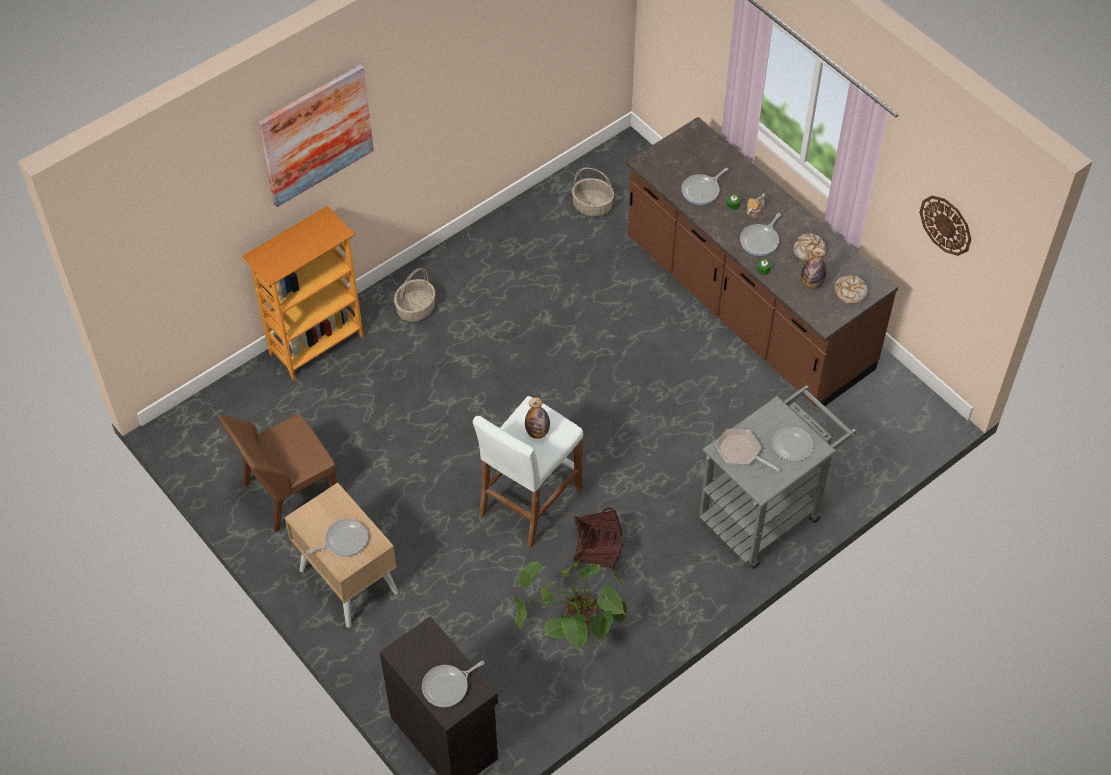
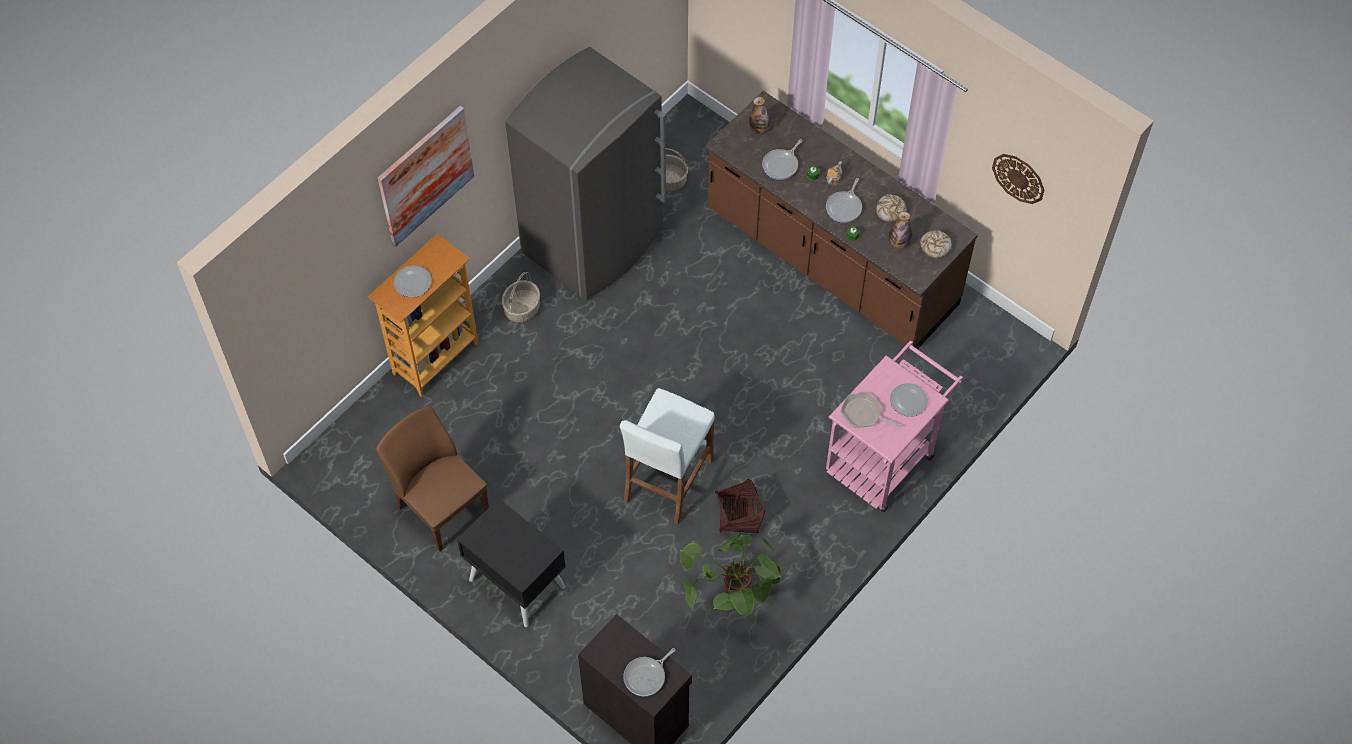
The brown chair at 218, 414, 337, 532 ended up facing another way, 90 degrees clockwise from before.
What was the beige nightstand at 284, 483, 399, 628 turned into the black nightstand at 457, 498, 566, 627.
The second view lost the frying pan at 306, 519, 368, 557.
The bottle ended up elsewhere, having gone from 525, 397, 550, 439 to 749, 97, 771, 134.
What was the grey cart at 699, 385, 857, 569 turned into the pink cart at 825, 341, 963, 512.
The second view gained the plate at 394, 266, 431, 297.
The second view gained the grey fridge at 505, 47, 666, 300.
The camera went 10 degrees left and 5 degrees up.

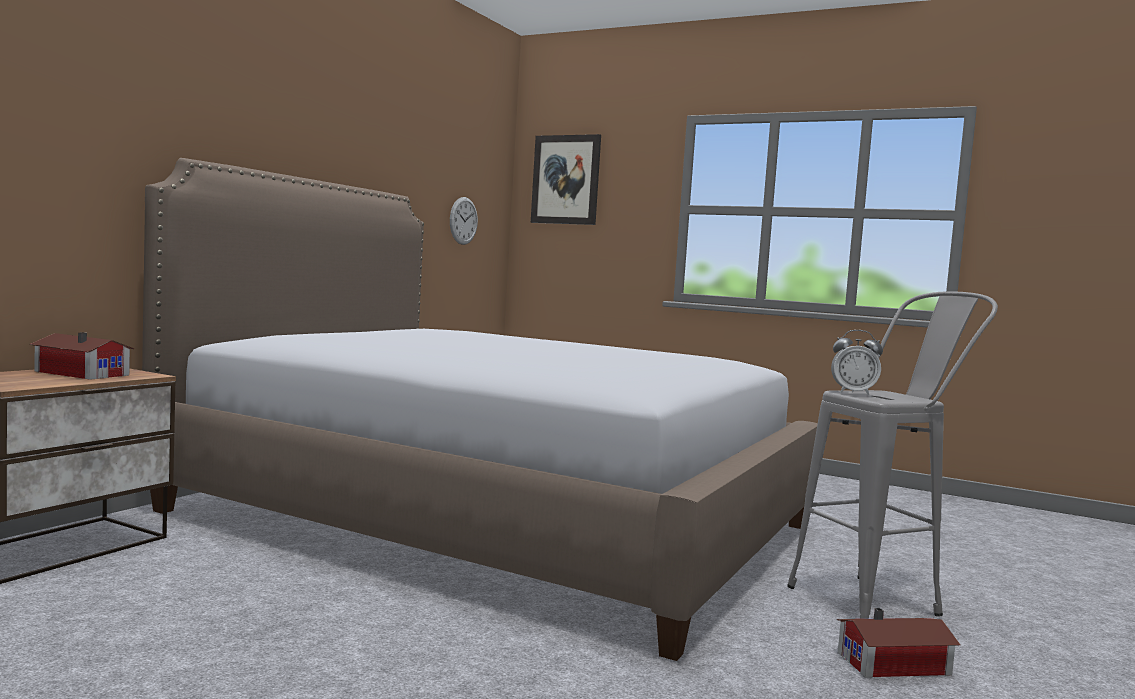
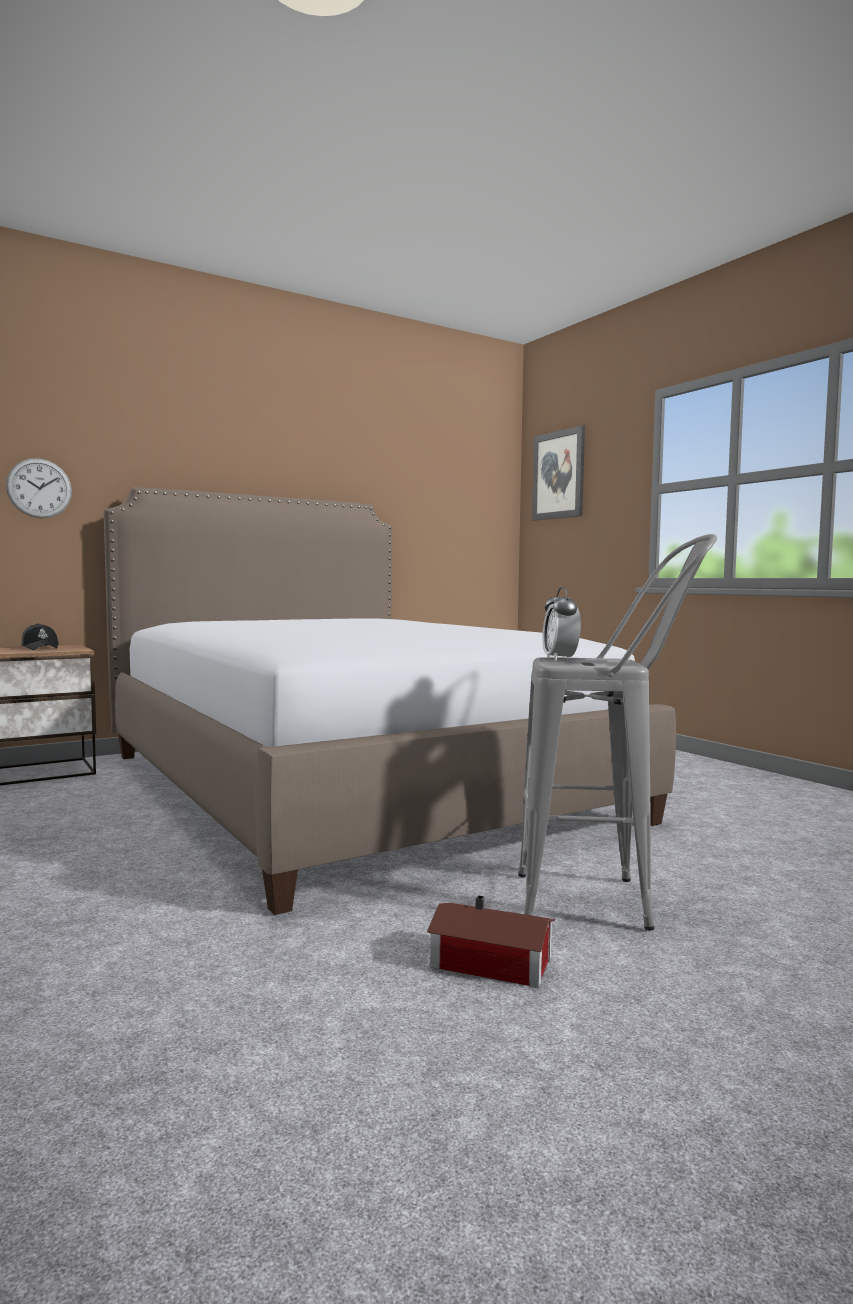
Where the toy house stood at 30, 332, 134, 380, the black cap came to stand at 21, 624, 59, 650.
The wall clock ended up elsewhere, having gone from 450, 197, 478, 245 to 6, 458, 72, 518.
The alarm clock at 831, 330, 883, 395 ended up facing another way, 45 degrees clockwise from before.
The camera went 30 degrees right and 0 degrees up.

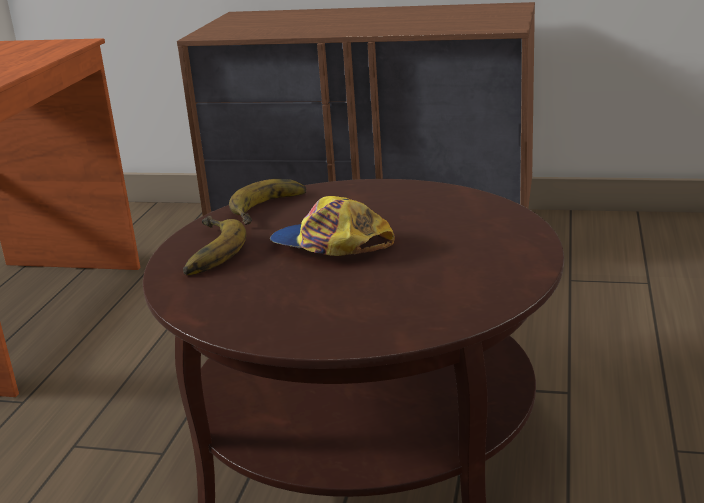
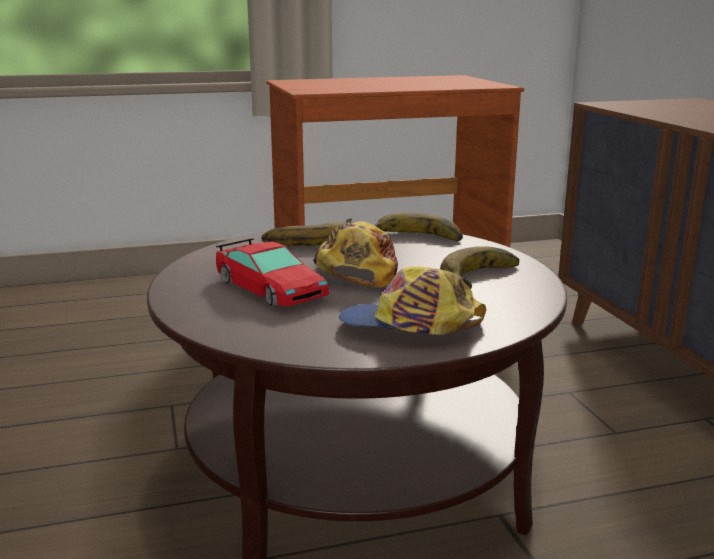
The second view gained the toy car at 216, 238, 329, 307.
The second view gained the cap at 339, 267, 487, 335.
The second view gained the banana at 440, 246, 519, 289.
The camera went 60 degrees right and 5 degrees down.

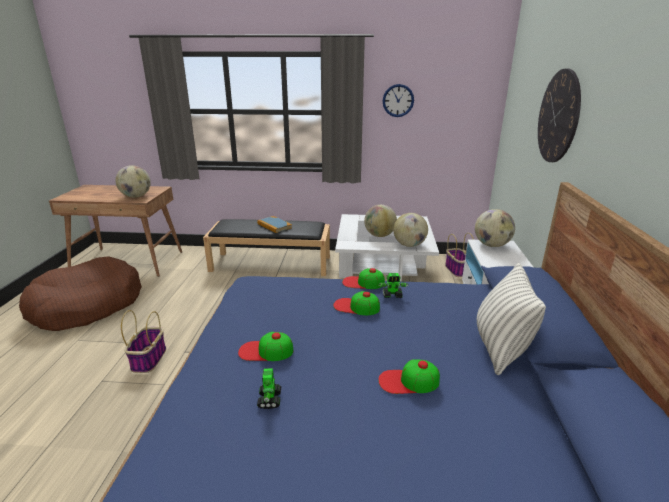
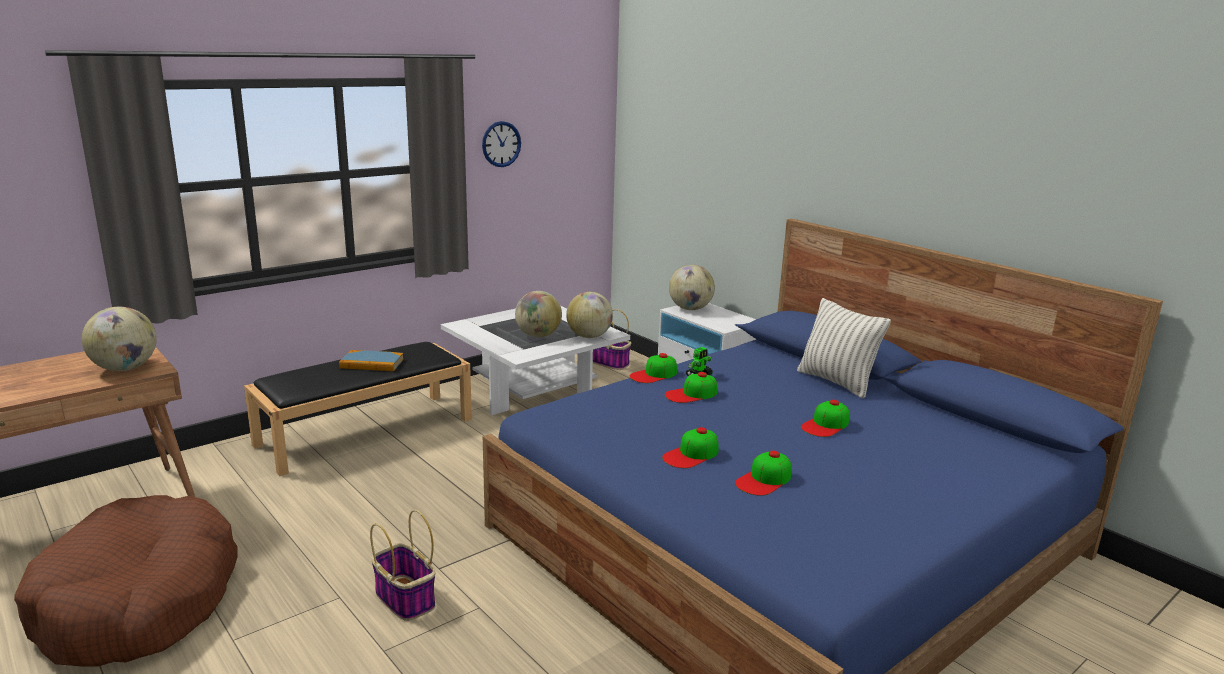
Where the toy robot stood at 257, 368, 281, 409, the cap came to stand at 735, 451, 792, 496.
The second view lost the wall clock at 538, 69, 581, 162.
The camera went 45 degrees left and 5 degrees down.

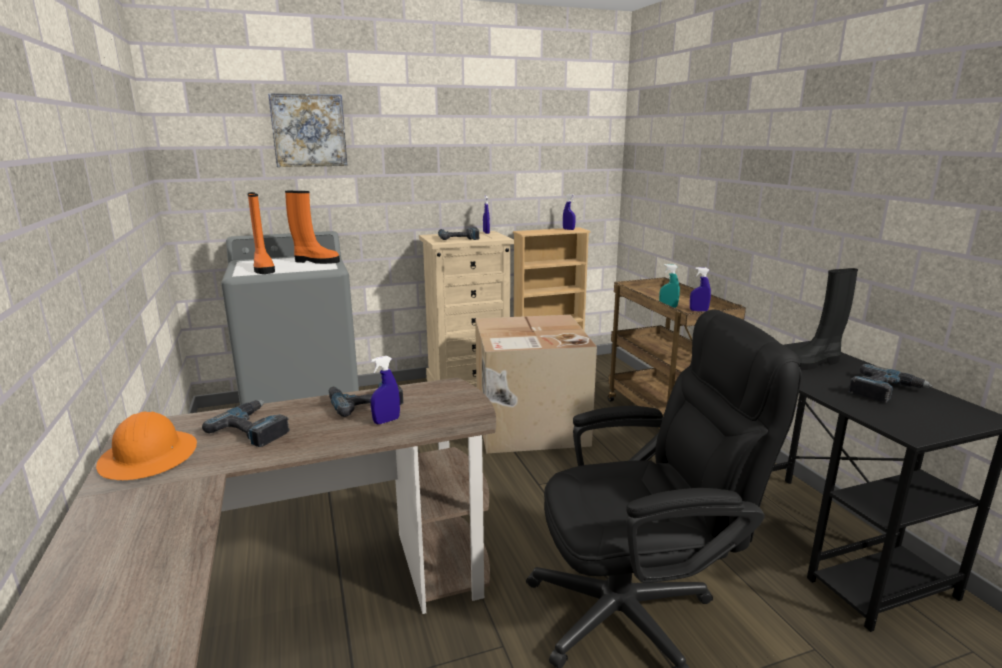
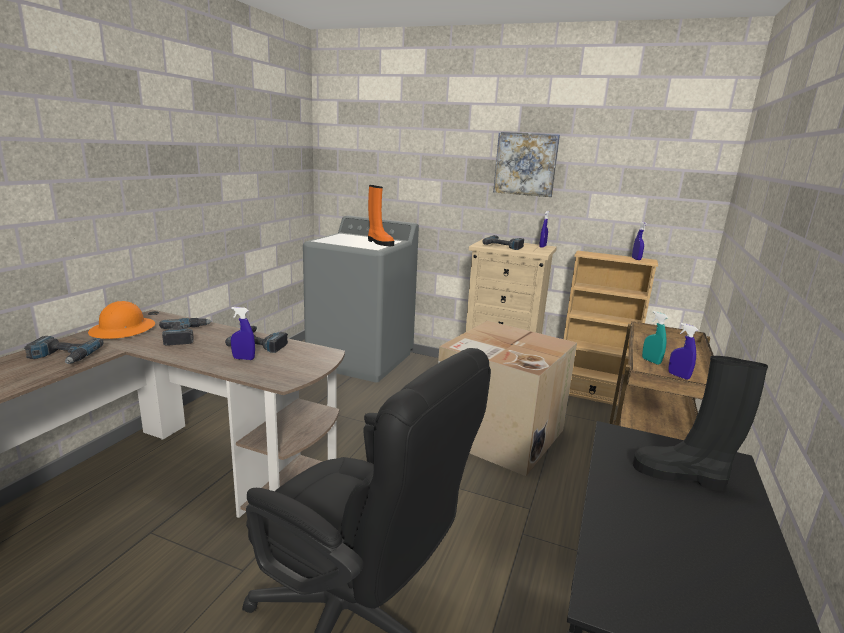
The second view lost the orange boot at 248, 192, 275, 274.
The picture ended up elsewhere, having gone from 268, 93, 348, 167 to 493, 132, 560, 197.
The power drill ended up elsewhere, having gone from 849, 364, 932, 403 to 24, 336, 104, 364.
The camera went 40 degrees right and 0 degrees up.

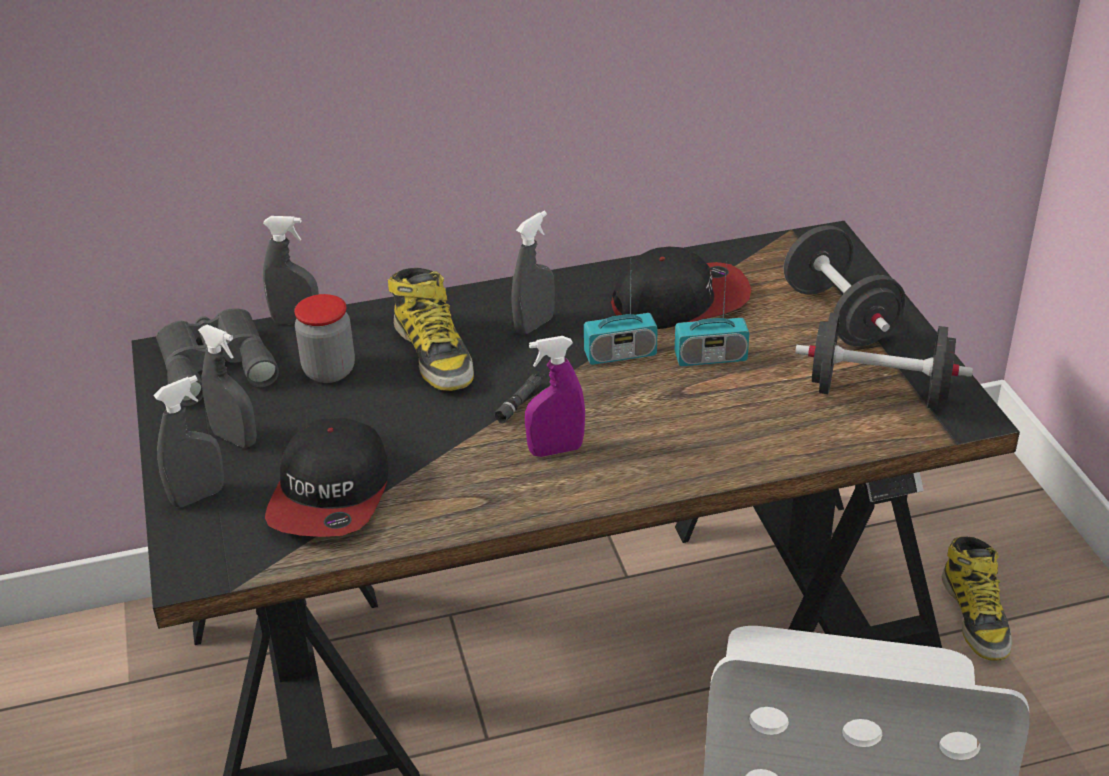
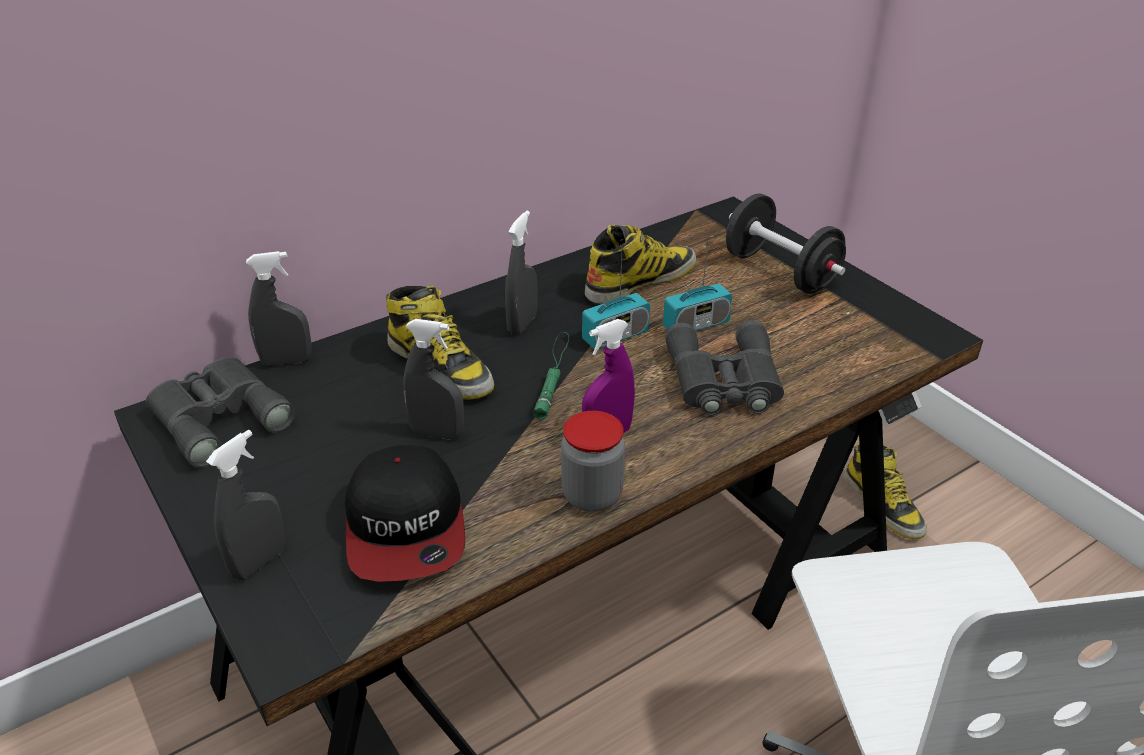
The grey spray bottle ended up elsewhere, having gone from 198, 325, 257, 447 to 403, 319, 464, 440.
The jar ended up elsewhere, having gone from 294, 294, 355, 383 to 561, 411, 625, 512.
What was the black flashlight at 494, 346, 573, 423 turned into the green flashlight at 533, 332, 569, 420.
Where the cap stood at 611, 247, 751, 329, the boot came to stand at 585, 224, 697, 304.
The second view lost the black dumbbell at 795, 312, 973, 409.
The second view gained the grey binoculars at 665, 320, 784, 415.
The camera went 20 degrees left and 0 degrees up.

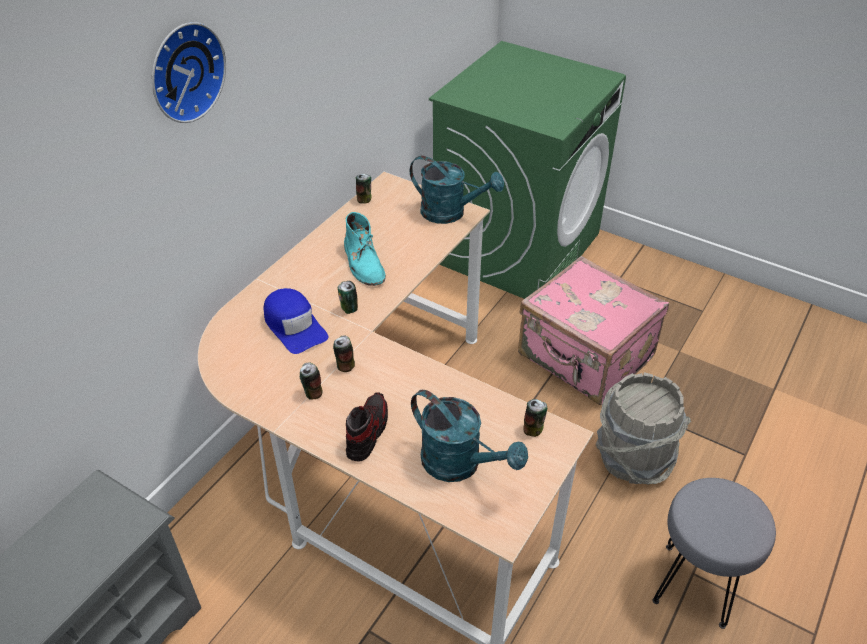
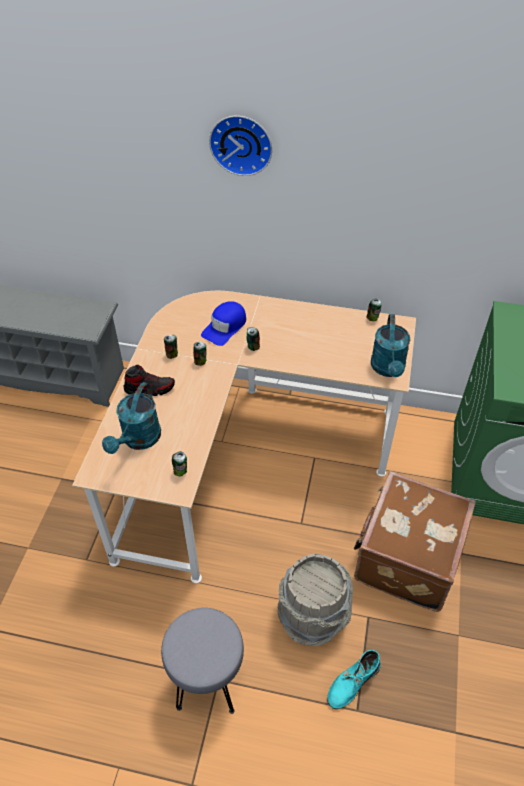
The turquoise boot ended up elsewhere, having gone from 344, 212, 386, 286 to 327, 650, 381, 709.
What was the pink suitcase at 518, 256, 669, 405 turned into the brown suitcase at 354, 471, 476, 612.
The camera went 70 degrees right and 5 degrees up.

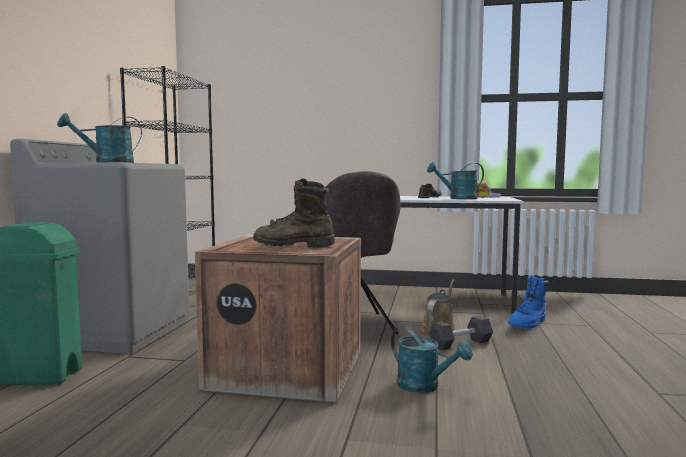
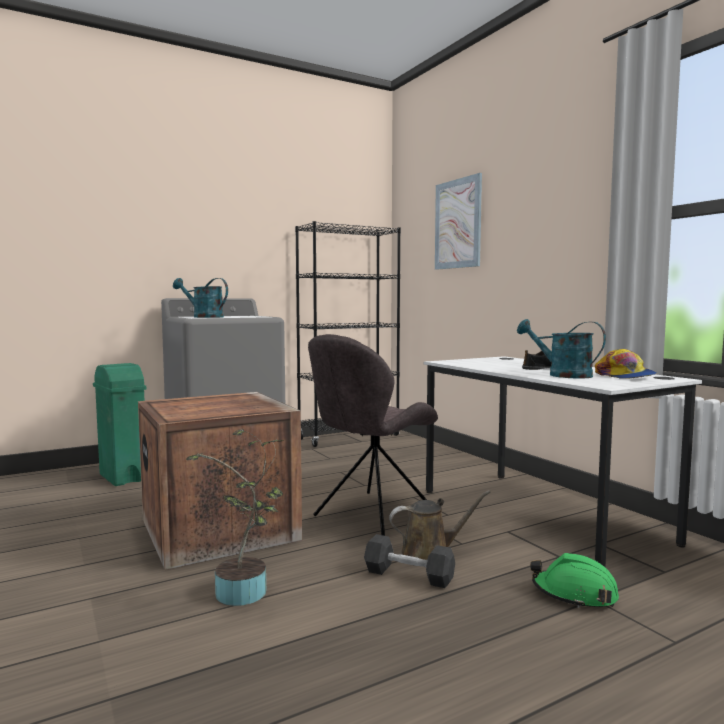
The second view lost the brown boot at 253, 178, 335, 248.
Where the turquoise watering can stood at 391, 326, 473, 393, the potted plant came to stand at 186, 430, 283, 606.
Where the blue boot stood at 508, 275, 549, 329, the green hard hat came to stand at 530, 553, 619, 608.
The second view gained the picture at 435, 173, 482, 270.
The camera went 50 degrees right and 0 degrees up.

